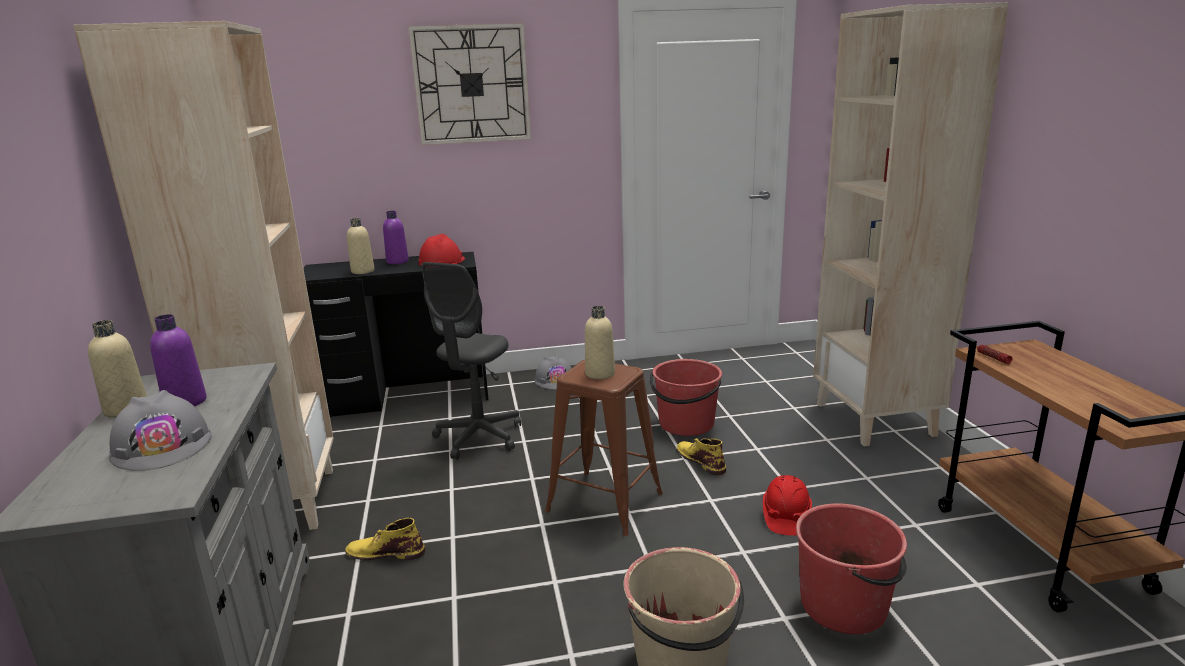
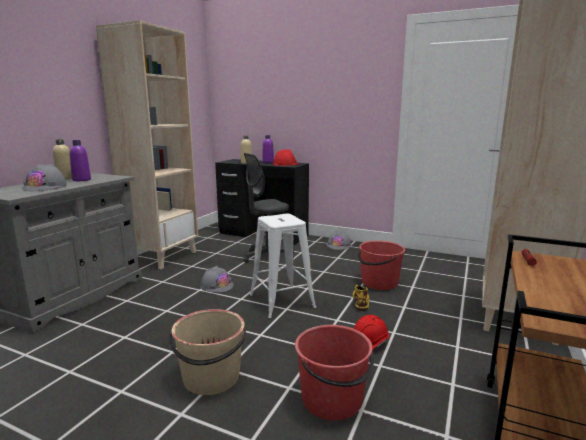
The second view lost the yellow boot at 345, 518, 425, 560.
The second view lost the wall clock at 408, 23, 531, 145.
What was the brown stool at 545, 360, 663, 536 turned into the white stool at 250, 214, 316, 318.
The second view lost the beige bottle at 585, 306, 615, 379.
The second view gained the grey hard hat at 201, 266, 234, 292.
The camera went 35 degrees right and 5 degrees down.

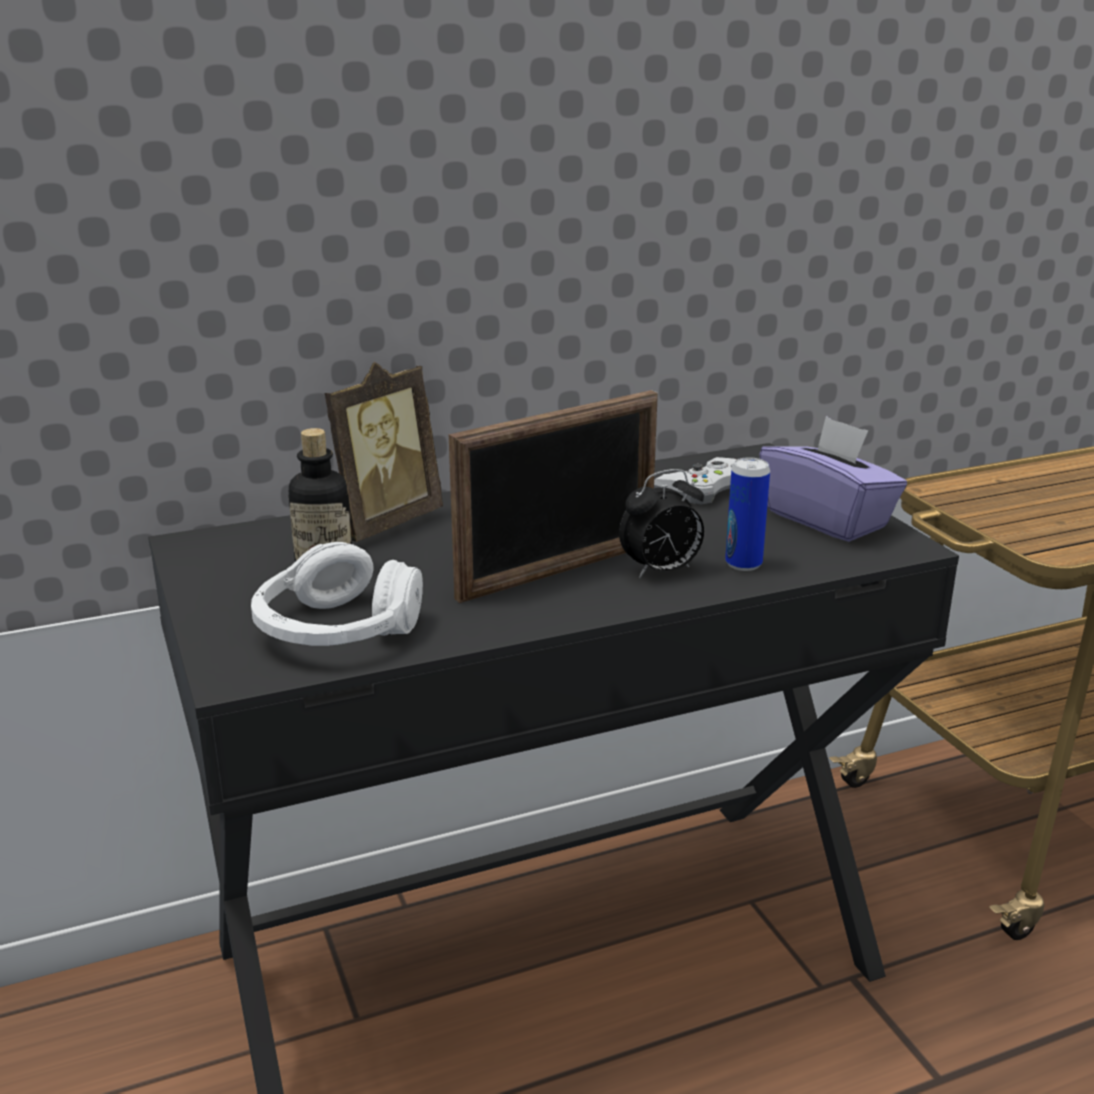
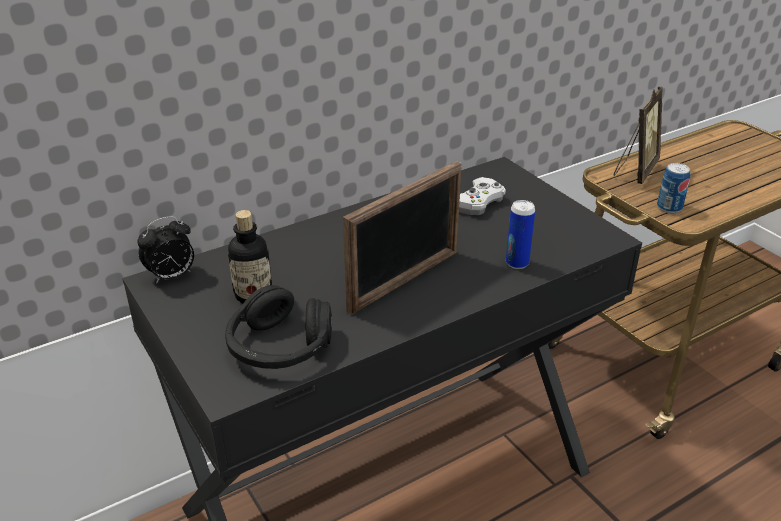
What was the white headphones at 251, 542, 423, 646 turned into the black headphones at 225, 285, 332, 369.
The picture frame ended up elsewhere, having gone from 325, 362, 443, 542 to 613, 87, 663, 184.
The alarm clock ended up elsewhere, having gone from 619, 469, 704, 578 to 138, 216, 194, 284.
The second view lost the purple tissue box at 759, 416, 907, 542.
The second view gained the can at 657, 163, 690, 213.
The camera went 10 degrees left and 10 degrees up.

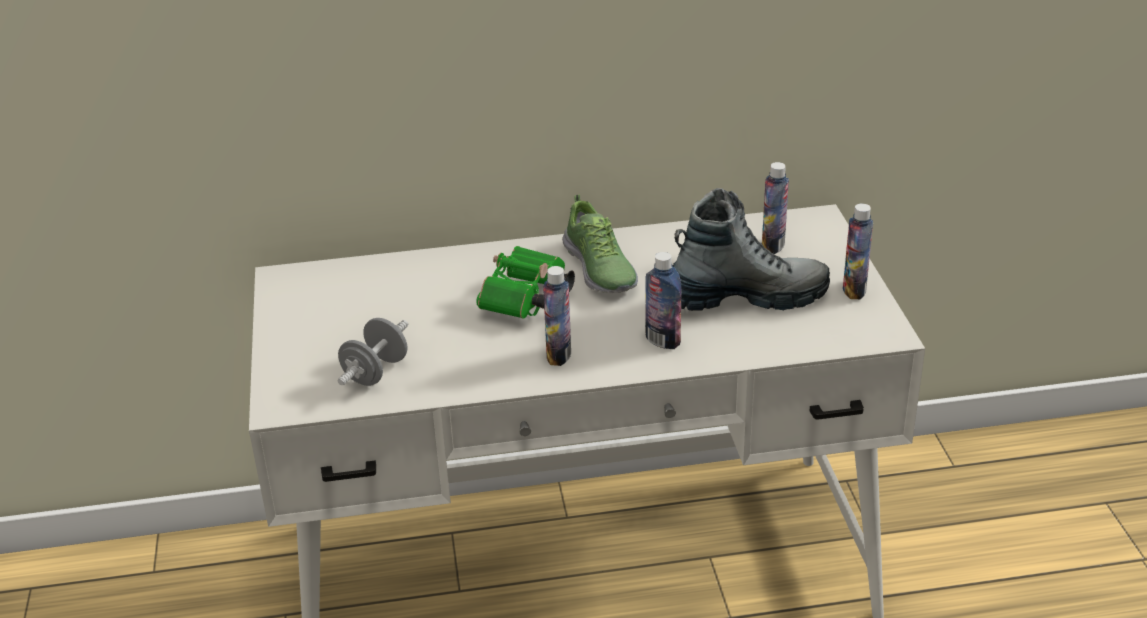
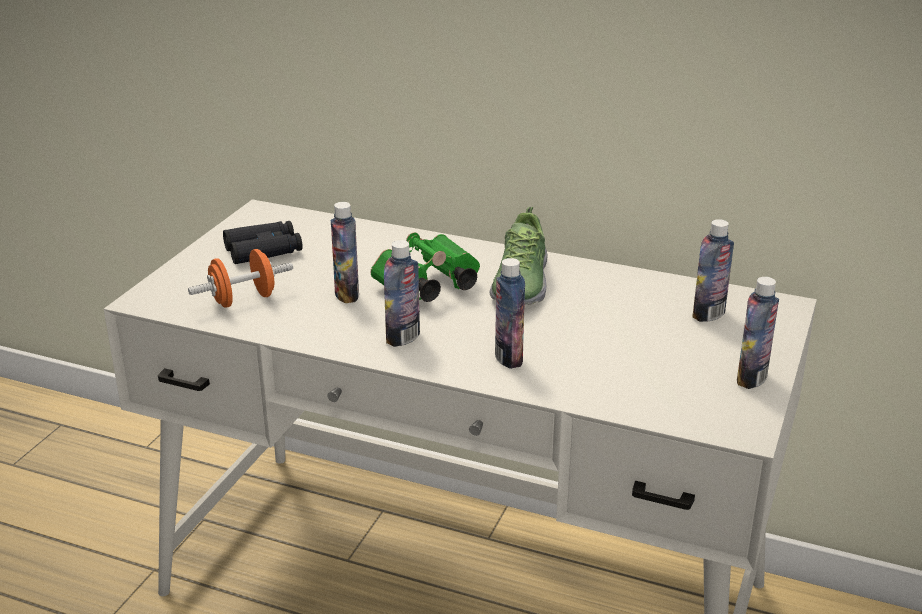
What was the grey dumbbell at 338, 318, 408, 386 turned into the orange dumbbell at 188, 249, 293, 308.
The second view lost the boot at 672, 188, 830, 311.
The second view gained the black binoculars at 223, 221, 303, 264.
The second view gained the bottle at 331, 202, 359, 303.
The camera went 30 degrees right and 5 degrees down.

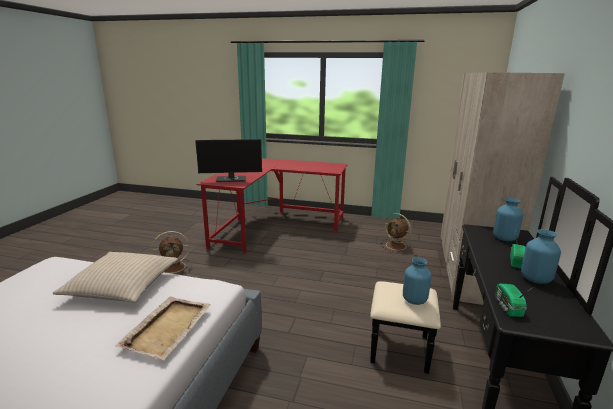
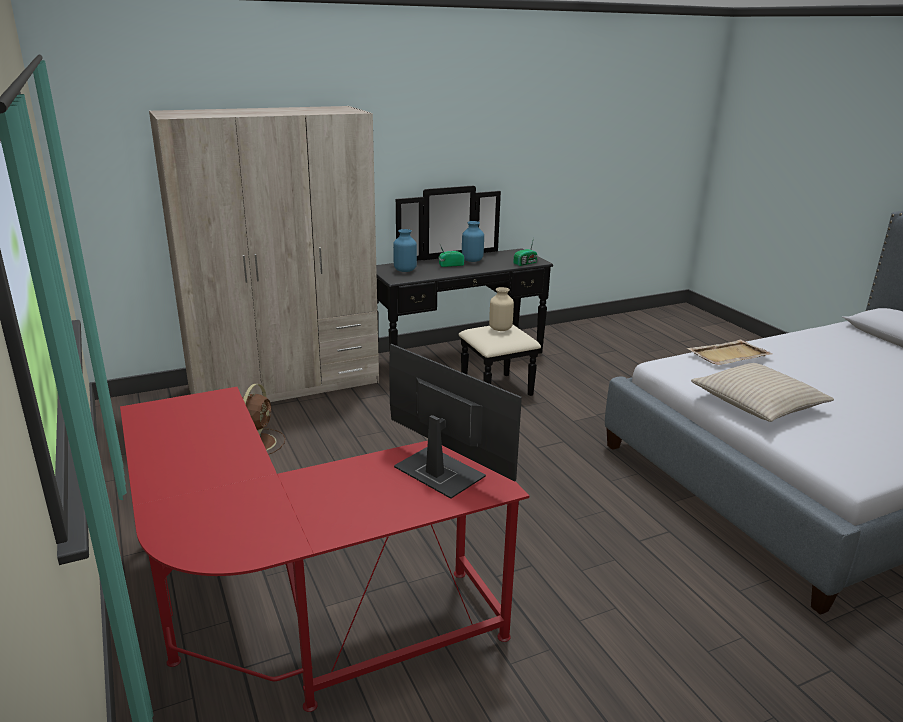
The second view lost the brown fan at 152, 231, 192, 275.
What was the blue vase at 403, 257, 431, 305 turned into the beige vase at 489, 287, 514, 331.
The camera went 130 degrees left and 5 degrees up.

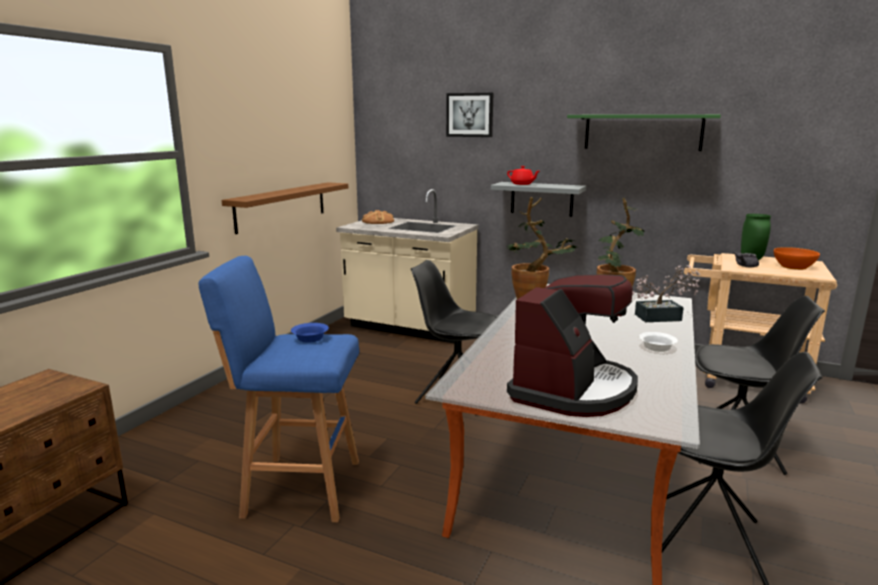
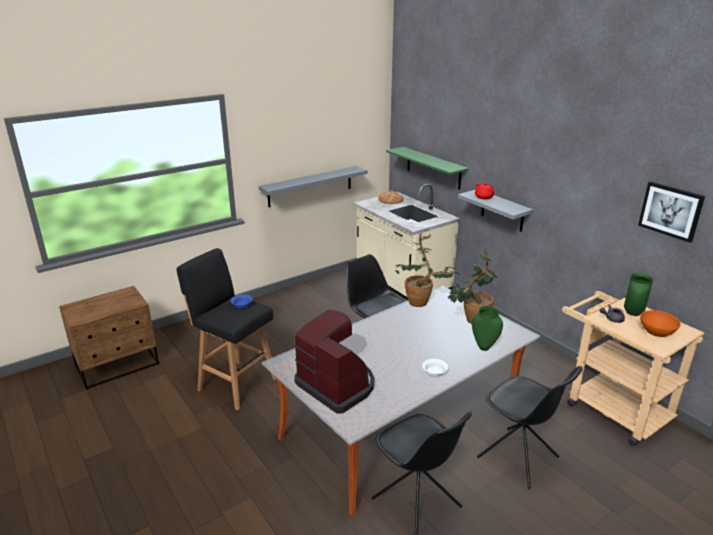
What was the blue stool at 198, 256, 359, 522 turned into the black stool at 176, 248, 276, 411.
What was the brown shelf at 222, 182, 348, 234 turned into the grey shelf at 259, 166, 368, 207.
The picture ended up elsewhere, having gone from 446, 93, 493, 137 to 638, 181, 705, 243.
The coffee machine at 507, 275, 638, 417 ended up facing another way, 105 degrees counterclockwise from before.
The green shelf ended up elsewhere, having gone from 567, 114, 721, 151 to 386, 147, 469, 190.
Where the potted plant stood at 632, 265, 700, 322, the green vase came to stand at 472, 306, 503, 351.
The camera went 30 degrees right and 10 degrees up.

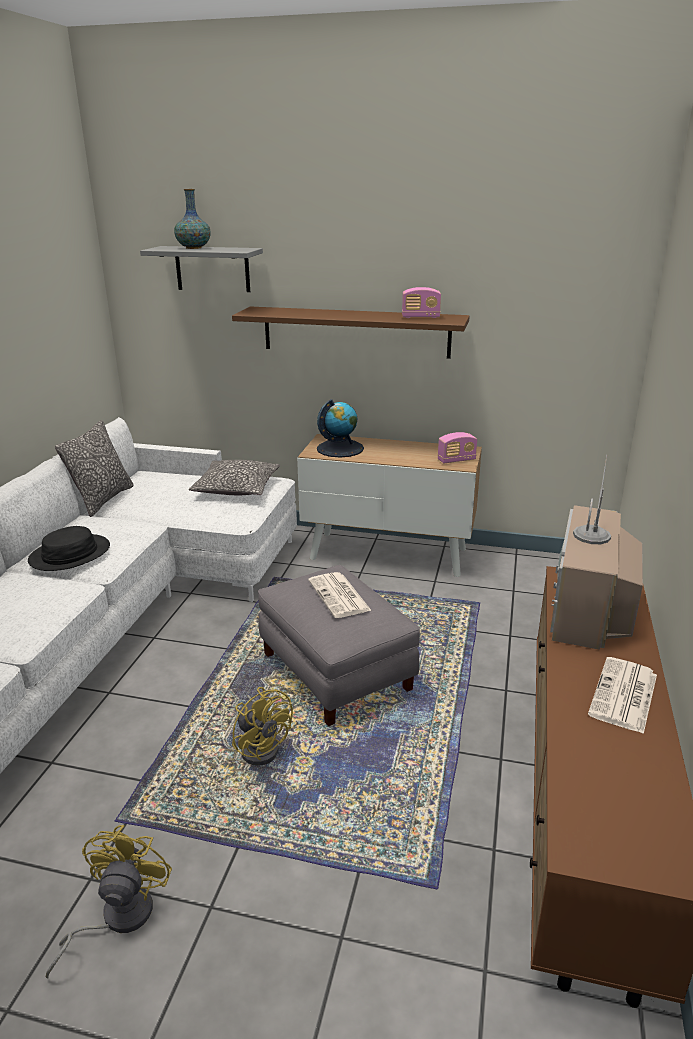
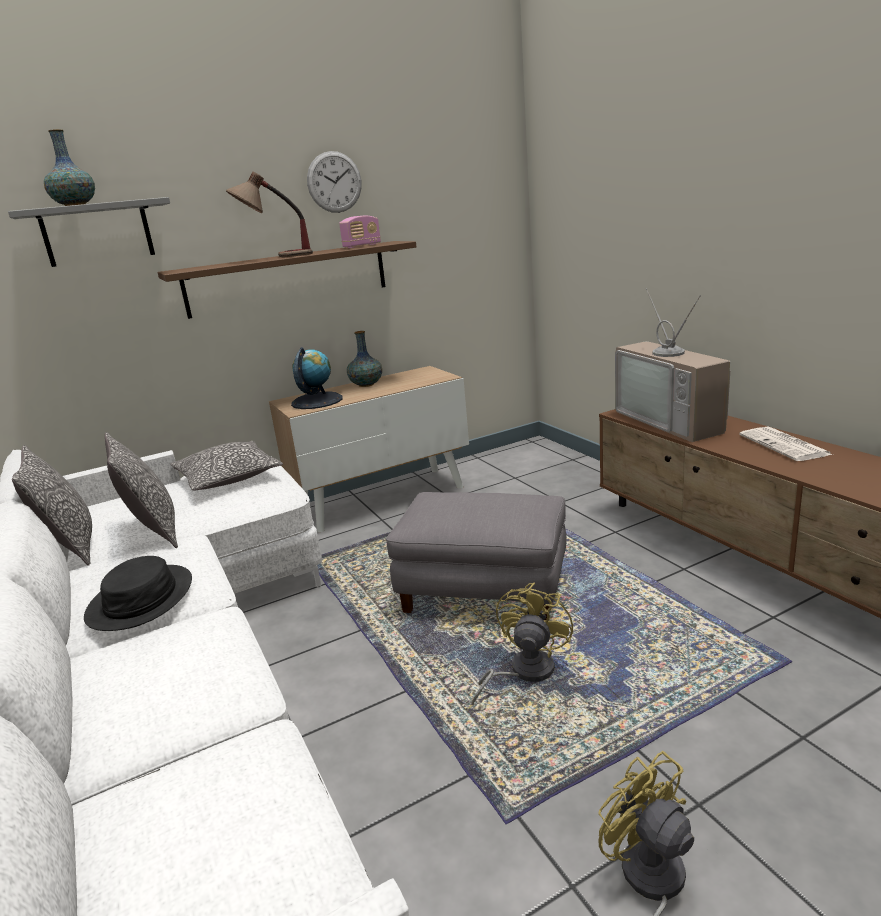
The yellow fan at 232, 687, 293, 766 ended up facing another way, 75 degrees counterclockwise from before.
The second view lost the newspaper at 308, 572, 372, 618.
The second view lost the radio at 438, 432, 477, 463.
The second view gained the pillow at 105, 432, 178, 548.
The second view gained the table lamp at 226, 172, 313, 258.
The second view gained the wall clock at 307, 151, 362, 213.
The second view gained the vase at 347, 331, 382, 387.
The camera went 40 degrees left and 5 degrees down.

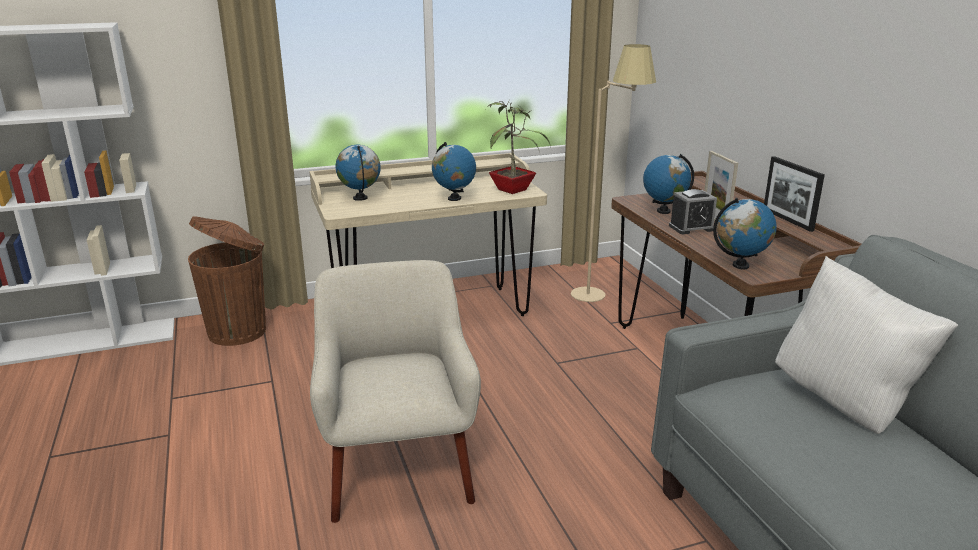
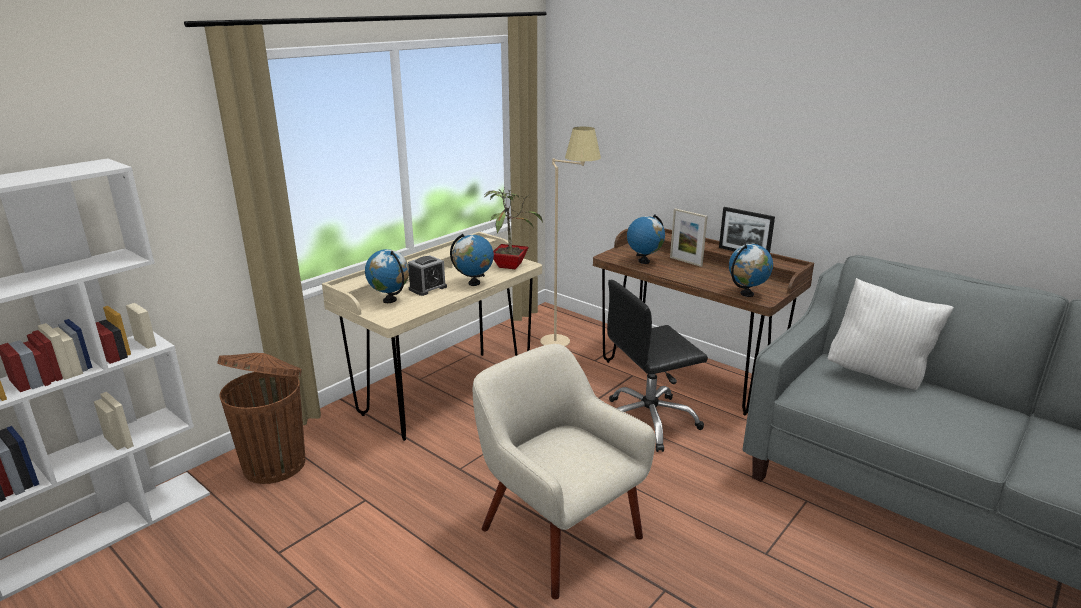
The alarm clock ended up elsewhere, having gone from 669, 189, 717, 234 to 408, 255, 447, 296.
The second view gained the black office chair at 607, 280, 708, 452.
The camera went 30 degrees left and 0 degrees up.

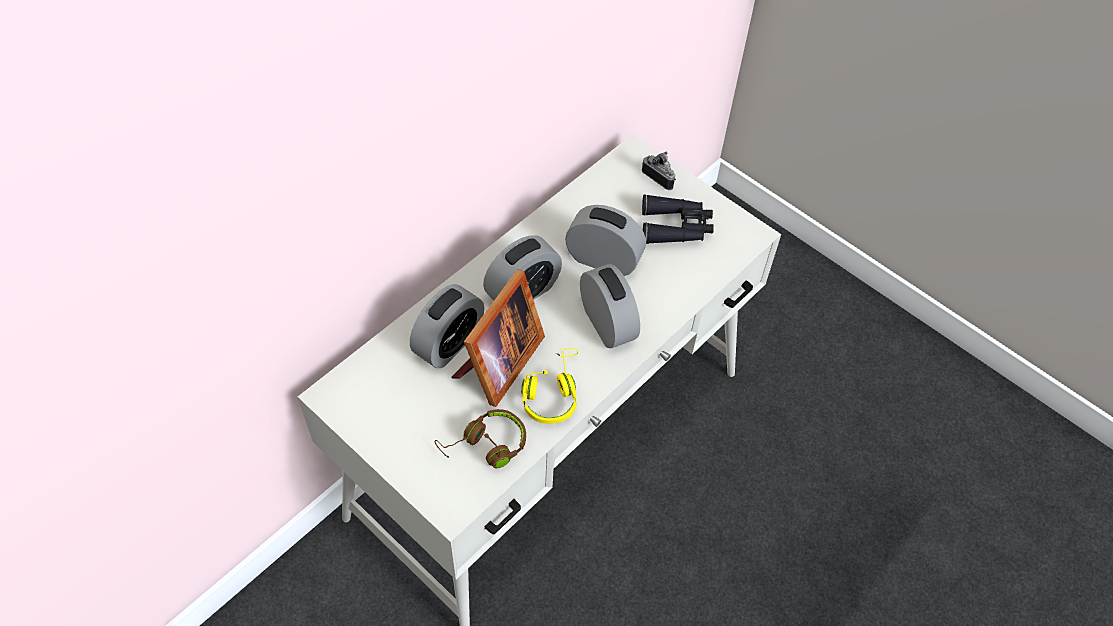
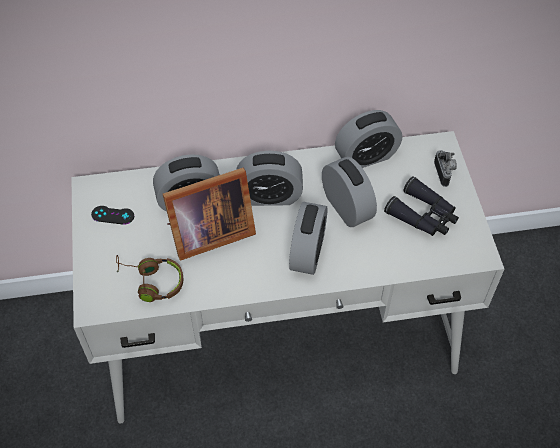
The second view lost the yellow headphones at 521, 348, 578, 424.
The second view gained the black game controller at 91, 206, 134, 225.
The second view gained the alarm clock at 335, 110, 402, 168.
The camera went 40 degrees right and 0 degrees up.

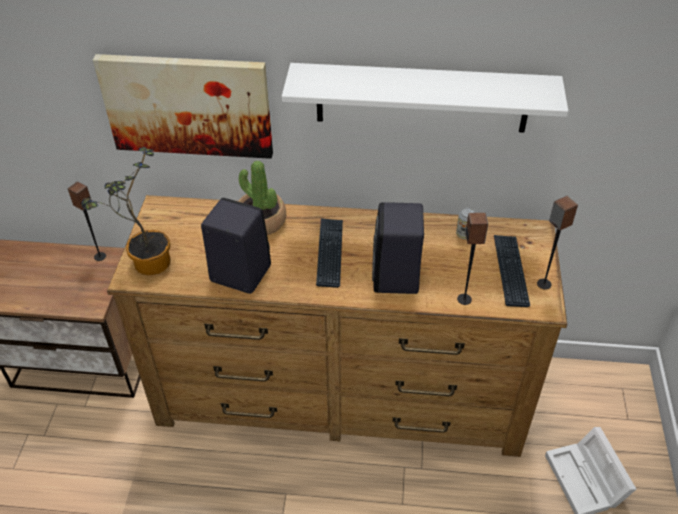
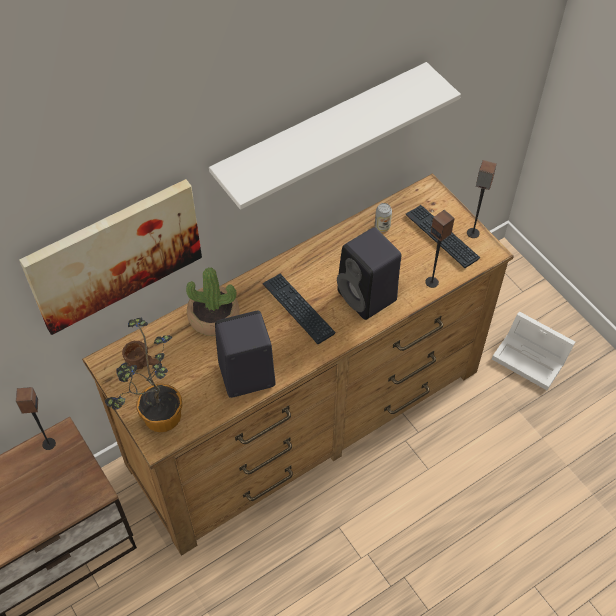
The second view gained the brown mug at 122, 341, 161, 370.
The camera went 40 degrees left and 10 degrees up.

